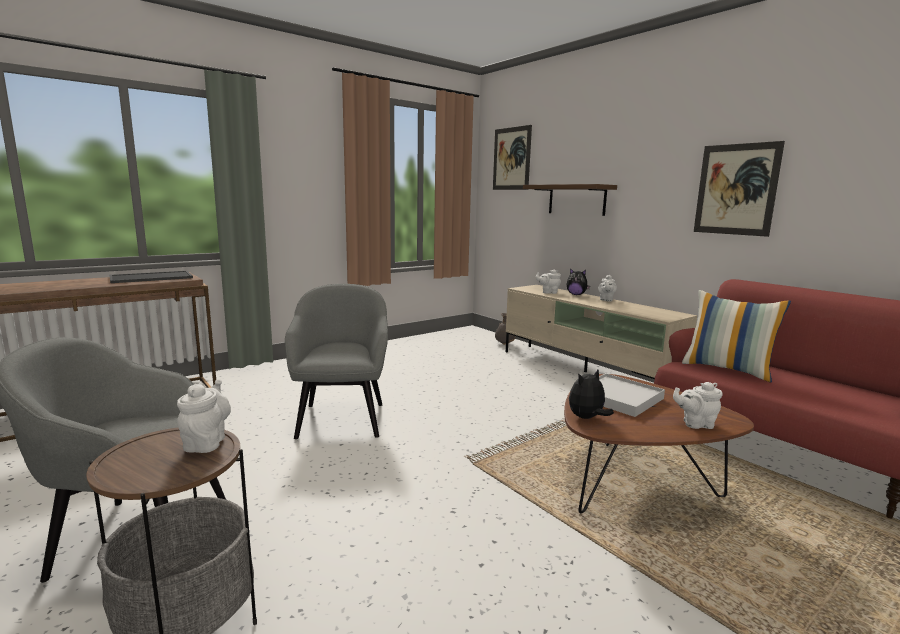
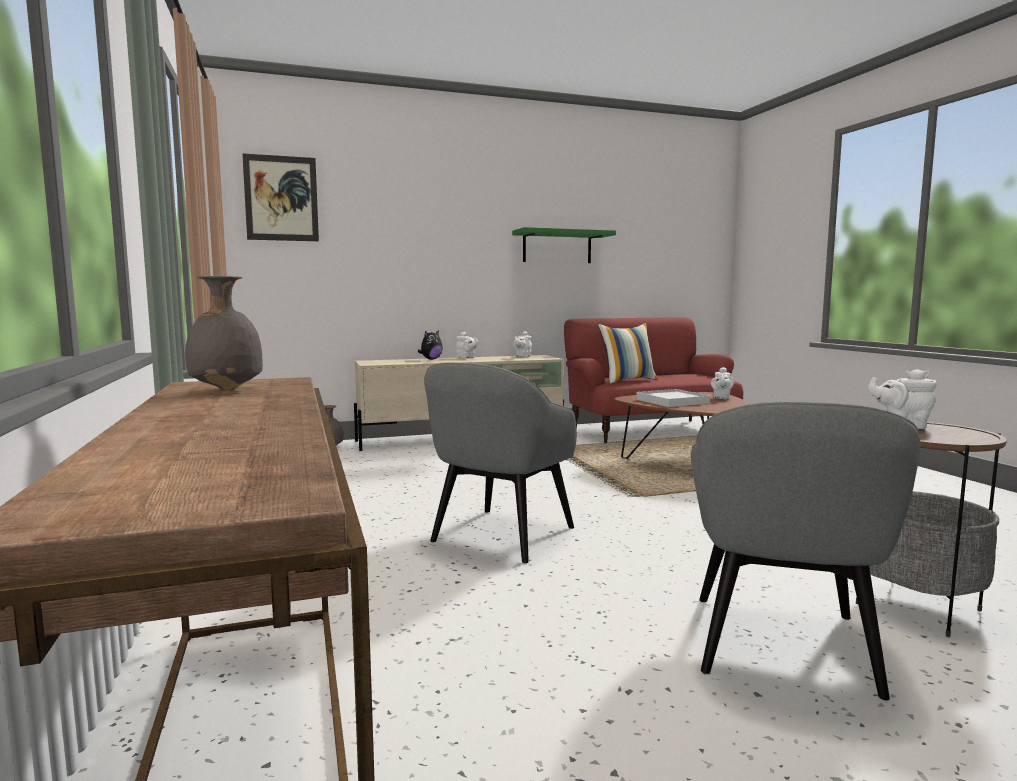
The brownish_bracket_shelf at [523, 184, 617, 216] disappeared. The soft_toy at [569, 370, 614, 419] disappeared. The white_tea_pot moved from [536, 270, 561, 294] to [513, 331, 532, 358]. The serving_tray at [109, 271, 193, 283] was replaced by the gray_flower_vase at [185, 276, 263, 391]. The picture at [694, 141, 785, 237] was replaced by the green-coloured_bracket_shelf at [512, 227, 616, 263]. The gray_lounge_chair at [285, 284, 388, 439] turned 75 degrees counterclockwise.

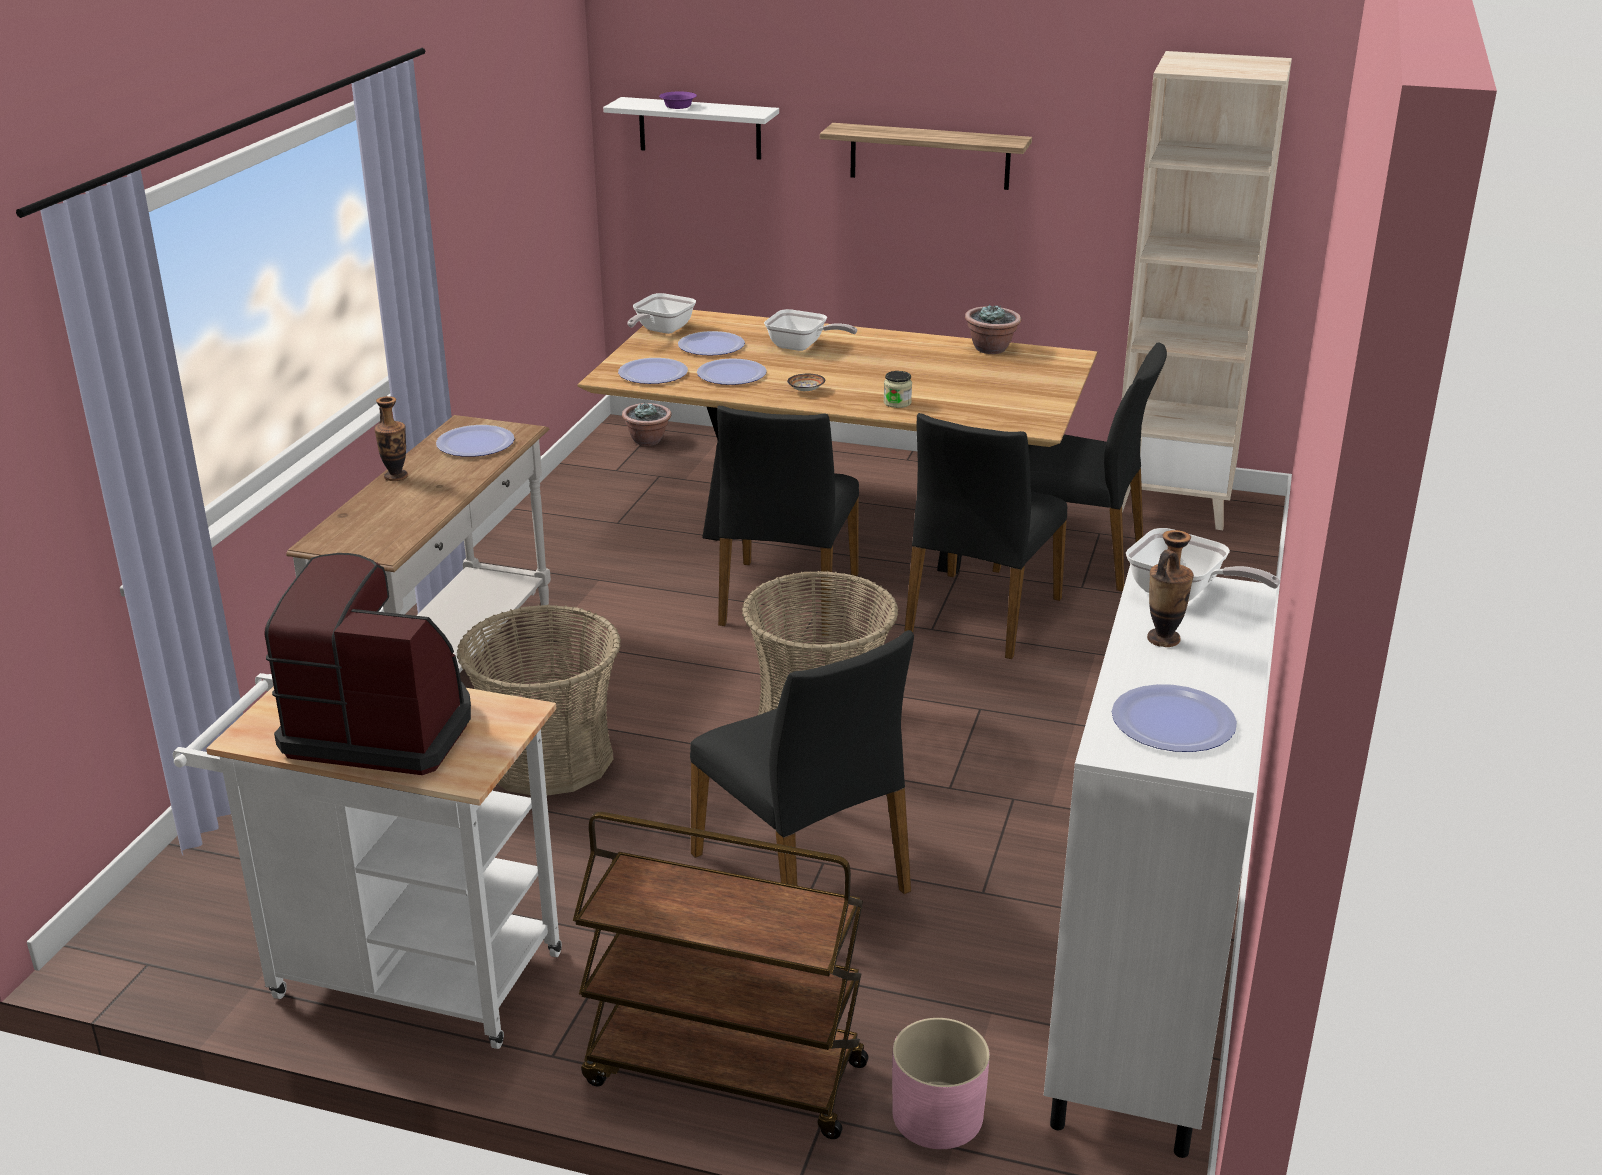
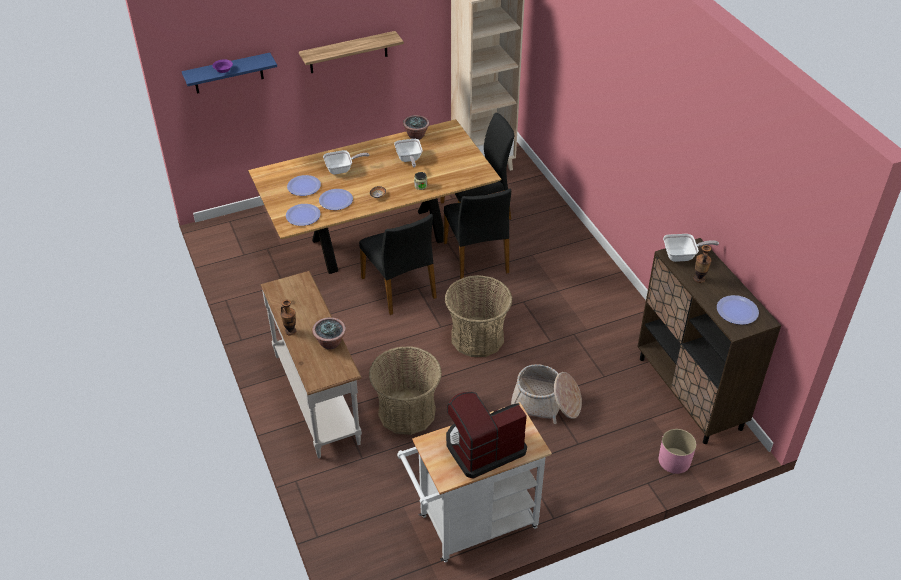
The dinner_plate at [436, 425, 515, 457] disappeared. The brownish_cart at [573, 812, 869, 1139] disappeared. The plant_in_a_pot moved from [622, 402, 671, 446] to [312, 317, 346, 350]. The skillet moved from [627, 293, 696, 334] to [394, 139, 423, 168]. The black-coloured_chair at [690, 630, 914, 894] was replaced by the basket at [511, 364, 582, 424]. The white_bracket_shelf at [603, 97, 779, 160] became the blue-coloured_bracket_shelf at [182, 53, 277, 94]. The white_cupboard at [1044, 566, 1277, 1158] became the brownish_cupboard at [637, 238, 781, 444].

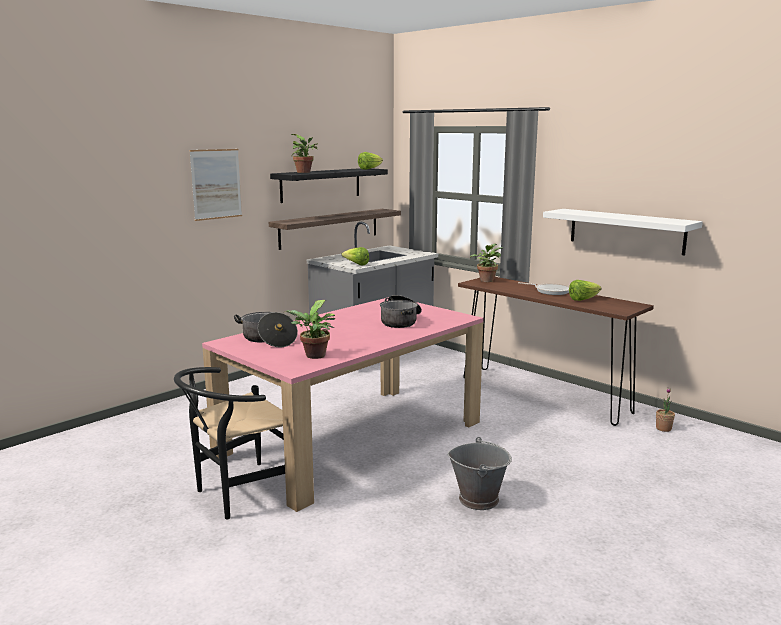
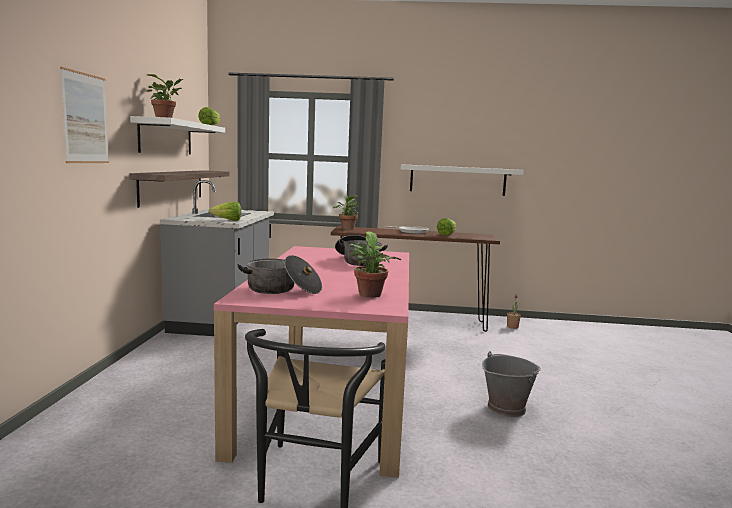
The black-coloured_bracket_shelf at [270, 168, 388, 203] became the white_bracket_shelf at [130, 116, 225, 155].

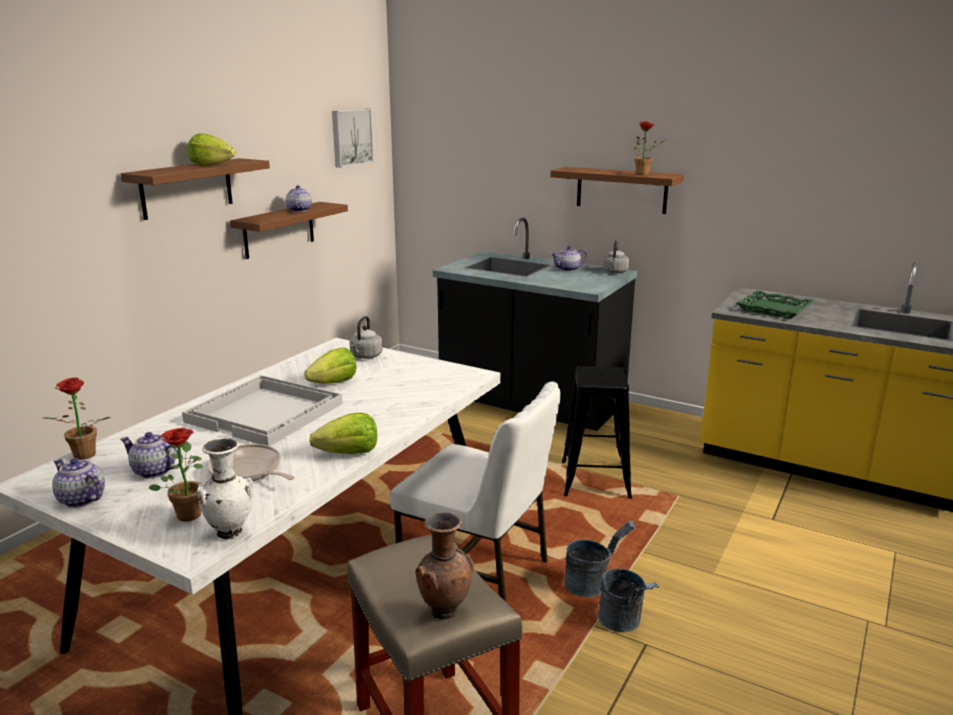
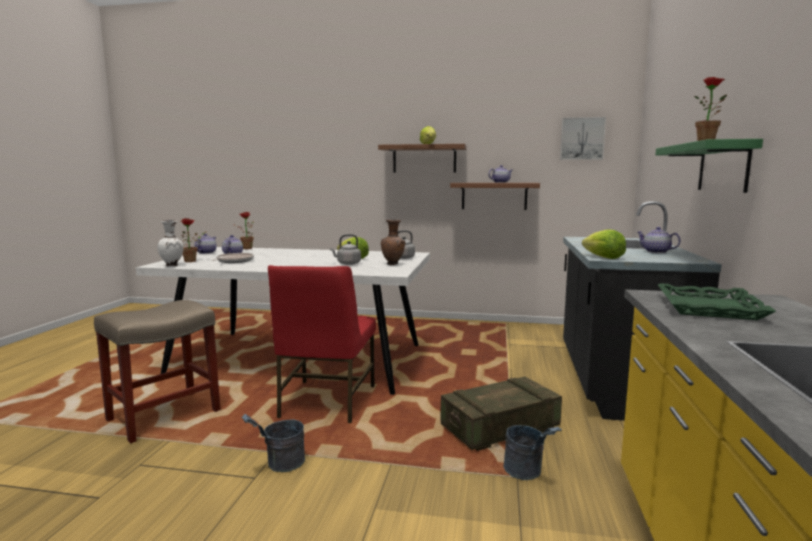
The white_serving_tray at [182, 375, 343, 446] disappeared. The lettuce moved from [309, 413, 377, 454] to [582, 229, 626, 259]. The brownish_flower_vase moved from [415, 512, 474, 619] to [381, 219, 405, 265]. The gray_water_bucket moved from [564, 521, 635, 597] to [503, 425, 562, 480]. The gray_tea_kettle moved from [602, 240, 629, 273] to [330, 234, 361, 265]. The black-coloured_sitting_stool at [562, 366, 632, 499] was replaced by the crate at [440, 377, 562, 451]. The white_chair at [390, 381, 561, 602] became the red-coloured_chair at [268, 265, 376, 423]. The brownish_bracket_shelf at [550, 167, 684, 214] became the green-coloured_bracket_shelf at [655, 139, 763, 193].

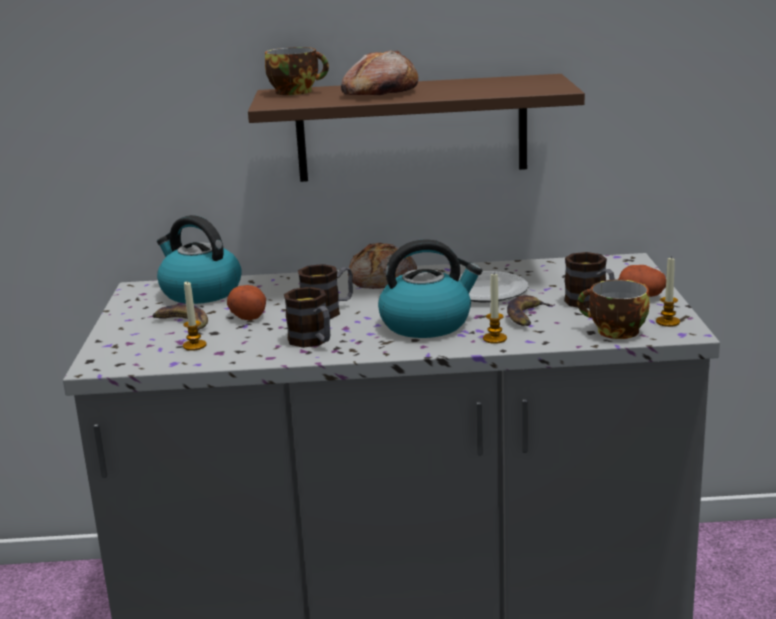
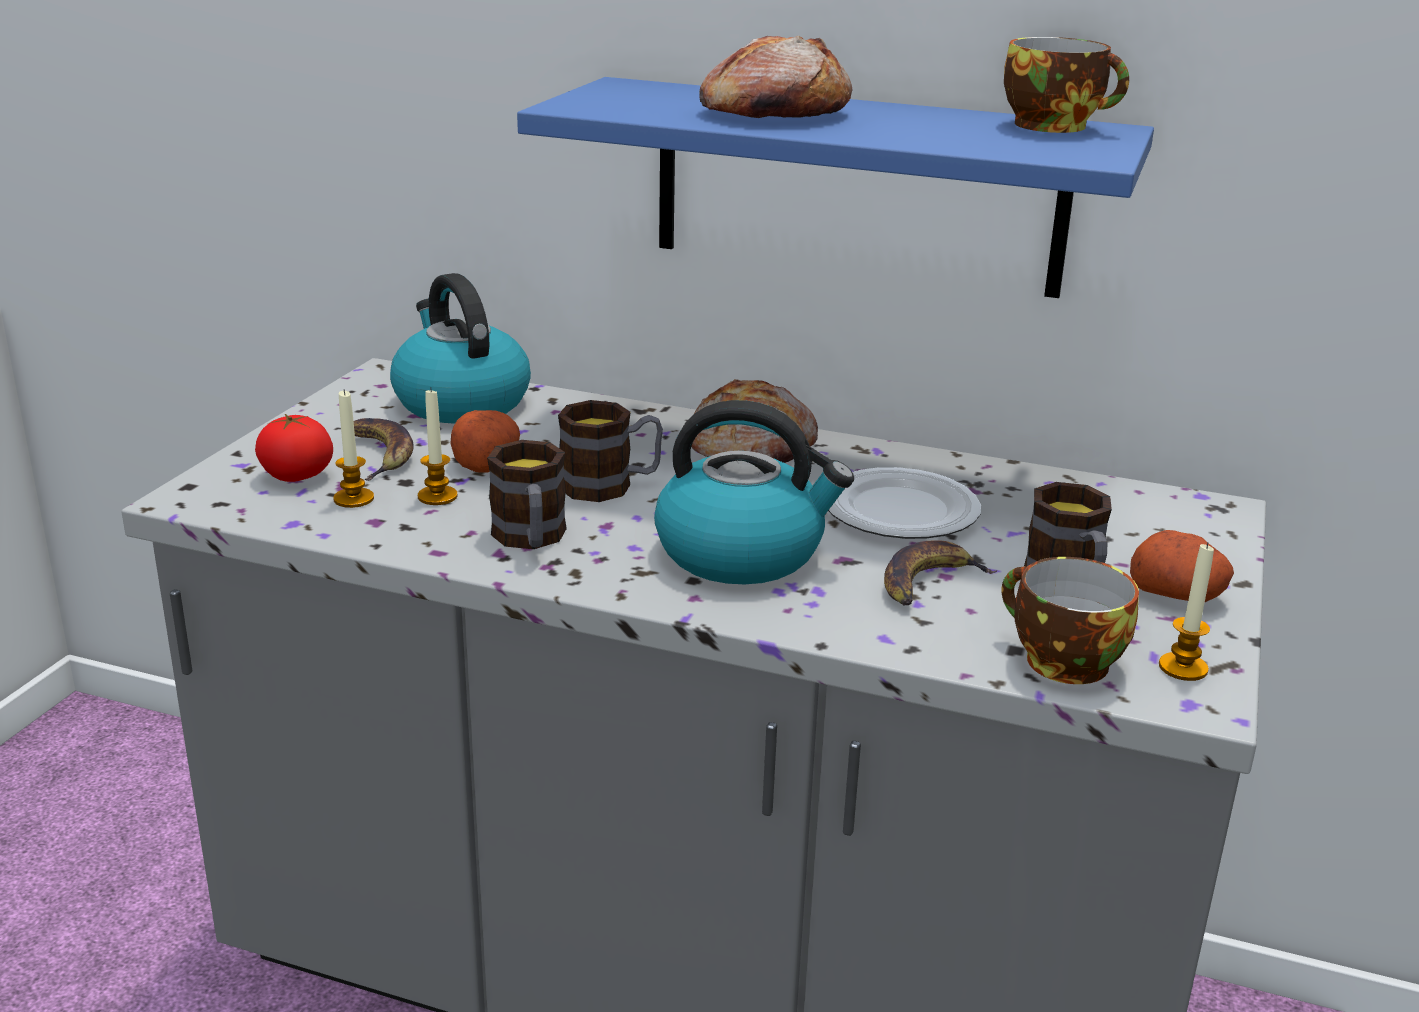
The tomato at [255, 414, 333, 482] appeared. The drinking_cup moved from [265, 47, 329, 95] to [1004, 37, 1129, 133]. The candle moved from [483, 274, 507, 344] to [418, 387, 457, 505]. The brownish_bracket_shelf at [248, 74, 585, 182] became the blue-coloured_bracket_shelf at [517, 77, 1154, 298].

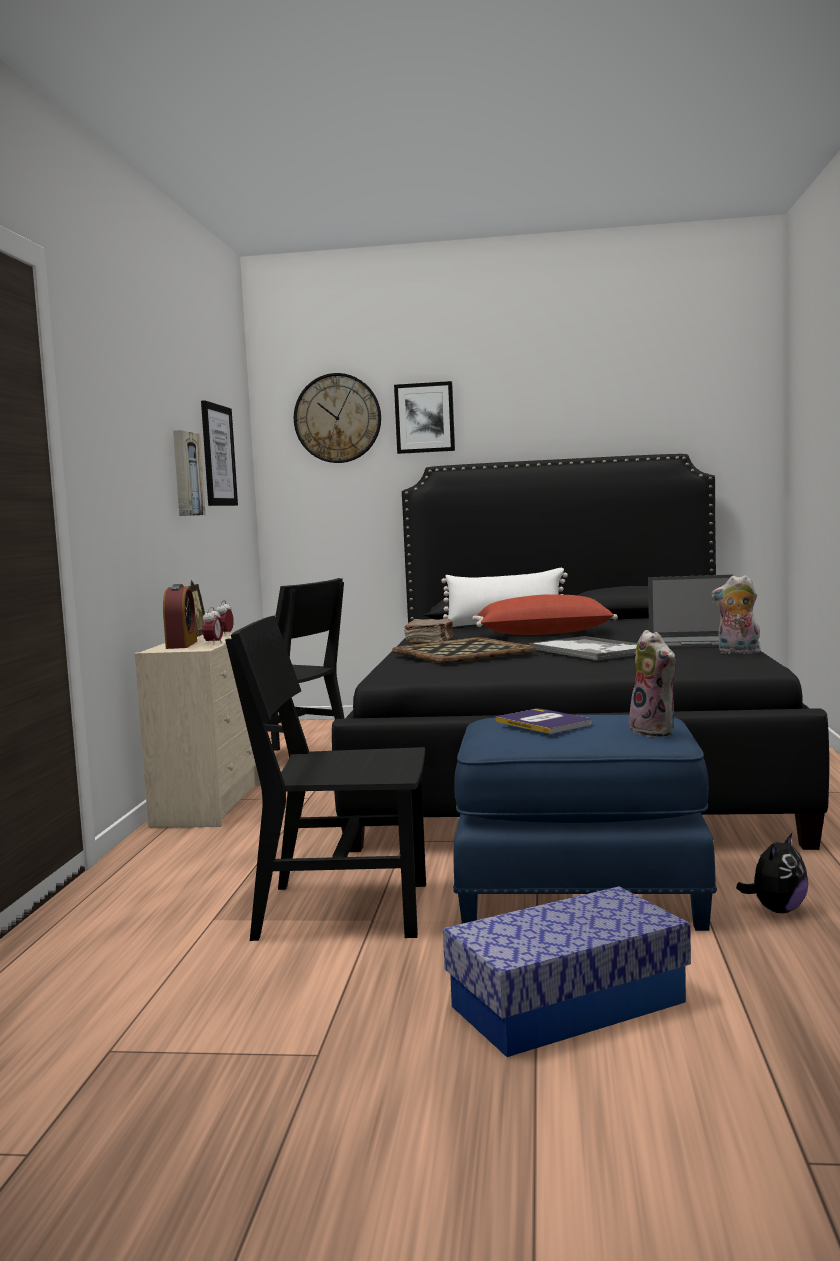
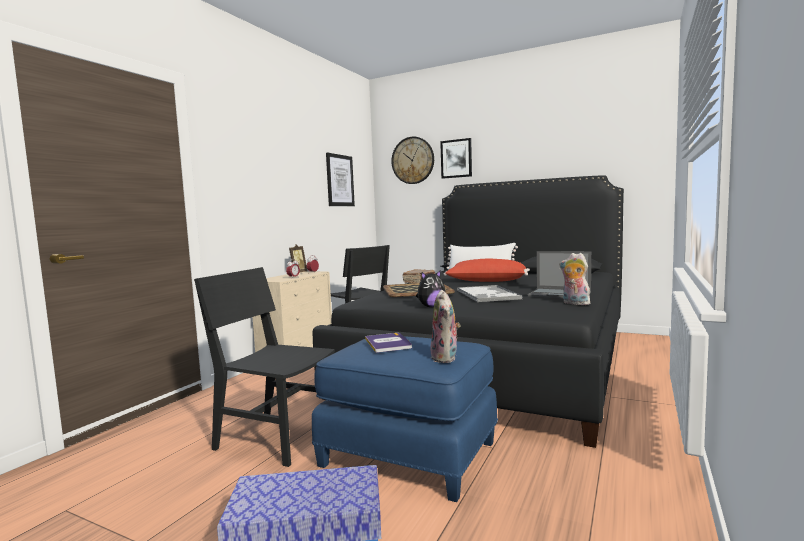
The table_clock at [163, 584, 197, 649] disappeared. The picture at [173, 430, 206, 516] disappeared. The soft_toy moved from [736, 833, 808, 913] to [416, 270, 445, 307].

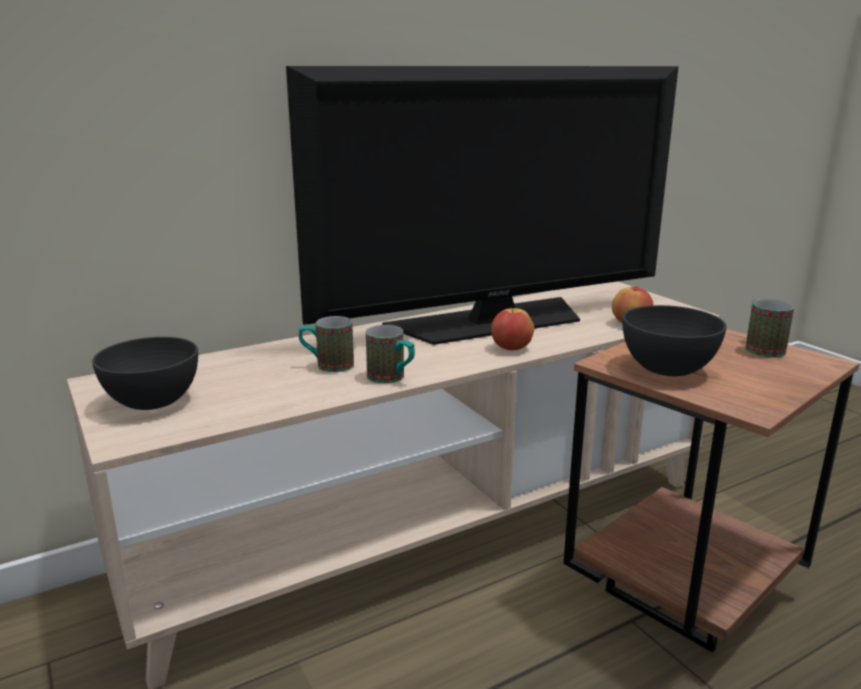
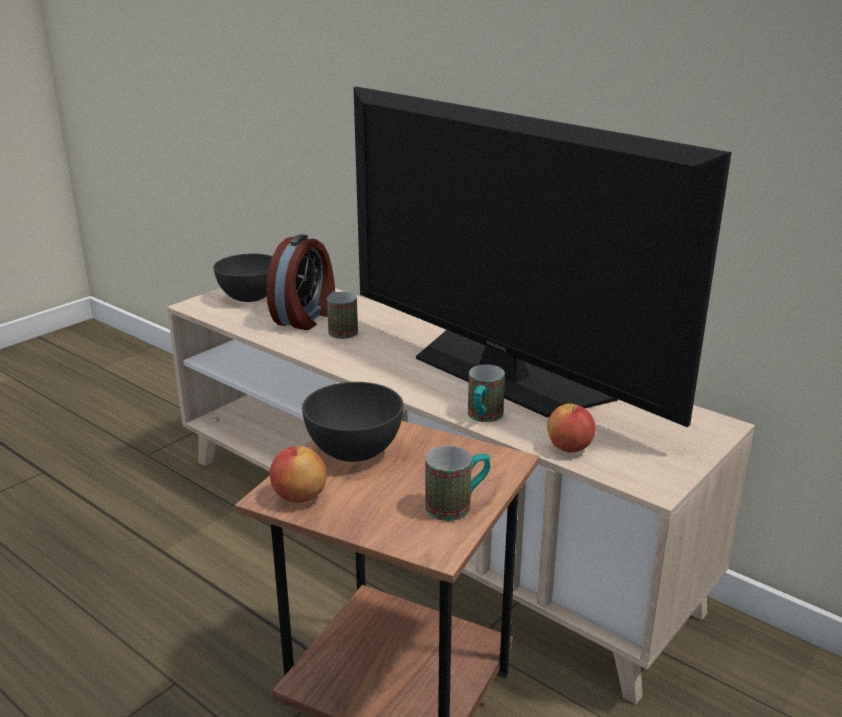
The table_clock at [266, 234, 335, 330] appeared. The tea_mug moved from [366, 325, 415, 383] to [468, 365, 505, 422]. The apple moved from [491, 308, 534, 350] to [269, 446, 327, 503].

